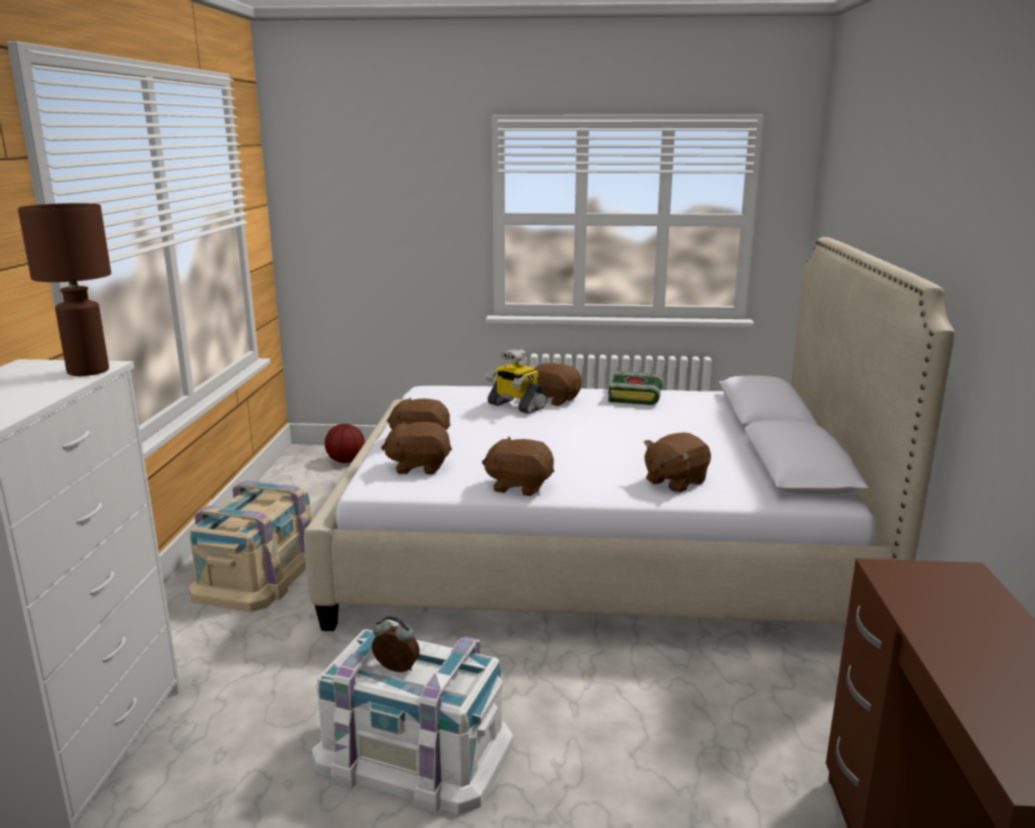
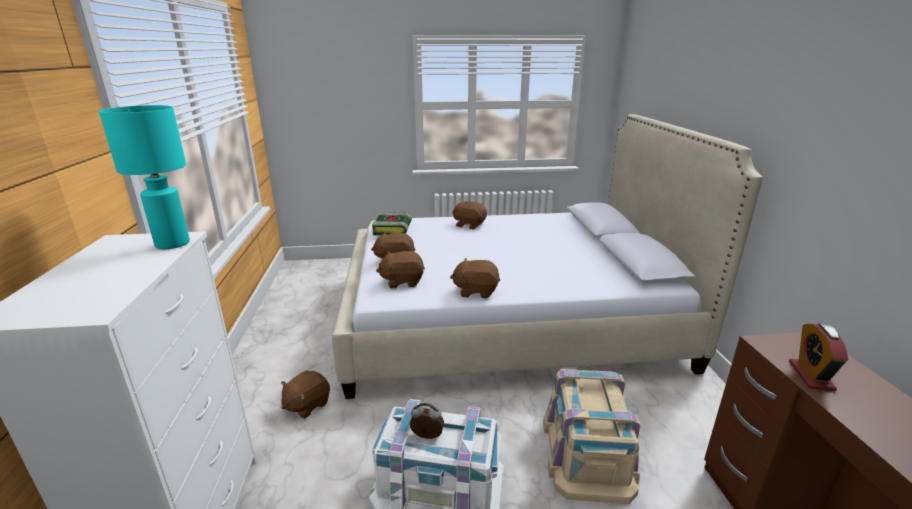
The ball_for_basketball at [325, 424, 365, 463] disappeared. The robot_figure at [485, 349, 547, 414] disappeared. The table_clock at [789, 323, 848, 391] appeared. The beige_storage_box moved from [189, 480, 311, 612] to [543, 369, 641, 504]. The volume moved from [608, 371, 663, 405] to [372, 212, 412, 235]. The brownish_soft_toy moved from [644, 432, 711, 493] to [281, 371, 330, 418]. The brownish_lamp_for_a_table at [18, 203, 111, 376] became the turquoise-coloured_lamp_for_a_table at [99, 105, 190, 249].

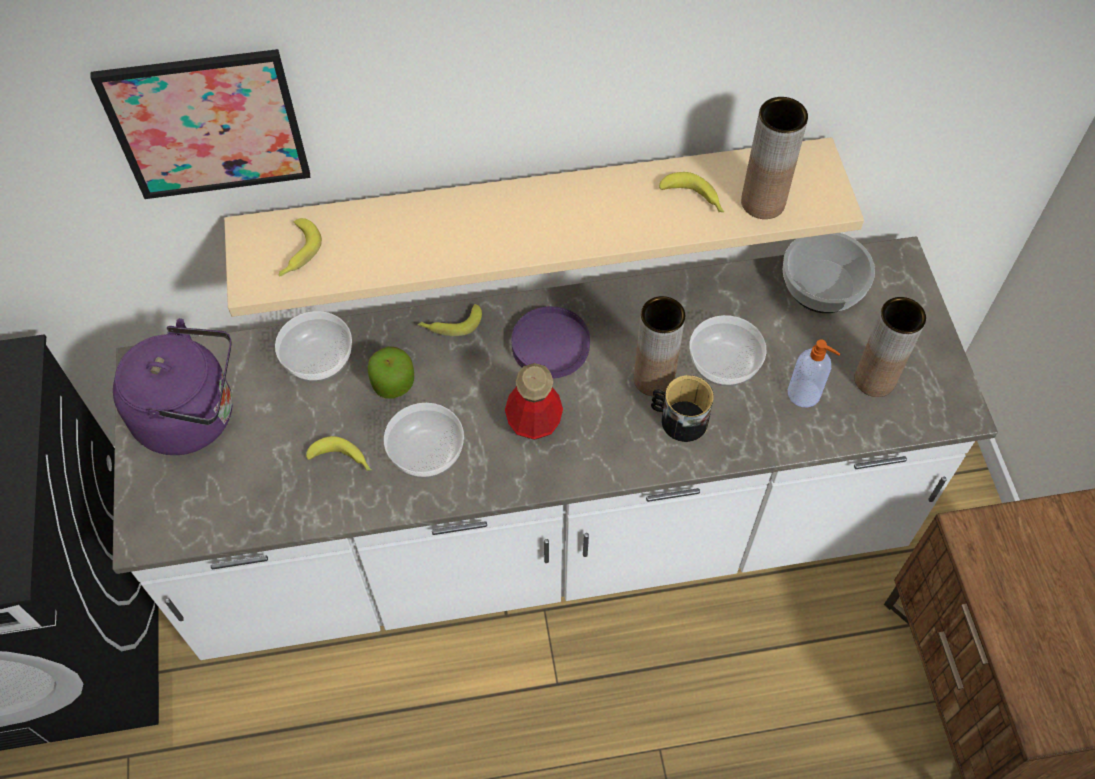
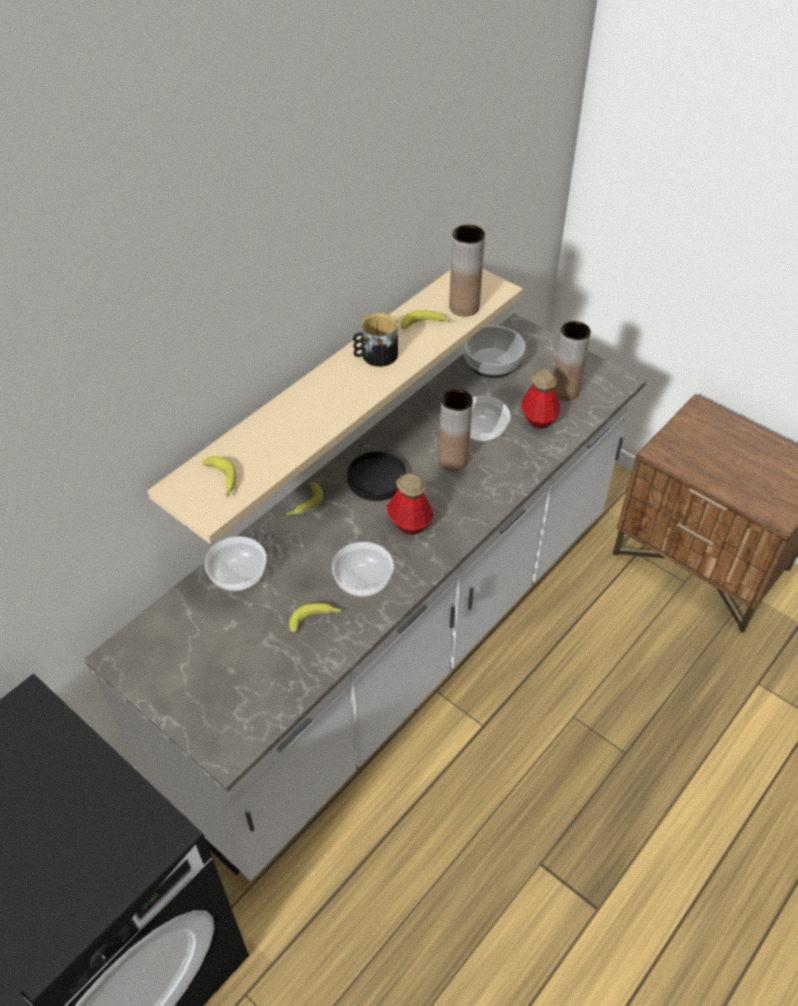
The picture at [90, 49, 310, 199] disappeared. The purple-coloured_tea_kettle at [113, 318, 233, 455] disappeared. The apple at [368, 346, 414, 399] disappeared. The tea_mug moved from [651, 375, 714, 442] to [353, 313, 398, 367]. The soap_bottle at [788, 340, 840, 407] was replaced by the beverage_bottle at [521, 370, 561, 429]. The purple-coloured_dinner_plate at [511, 306, 590, 379] became the black-coloured_dinner_plate at [347, 452, 406, 501].

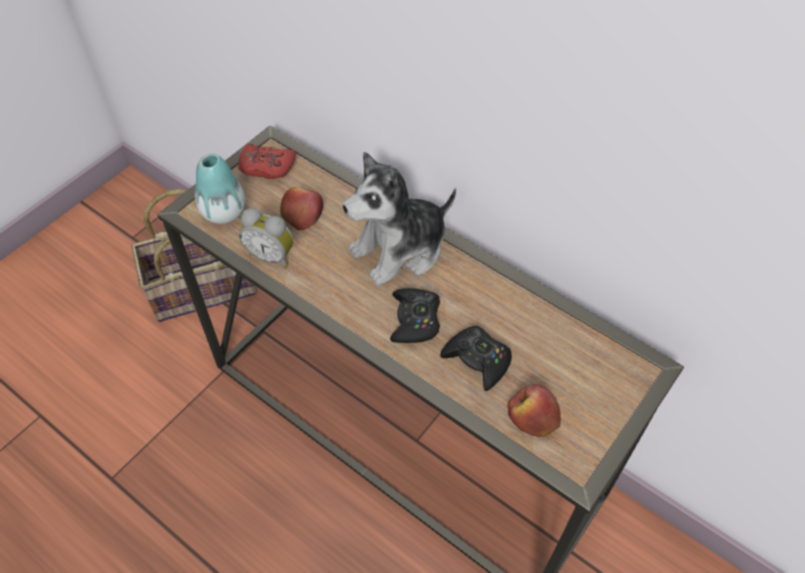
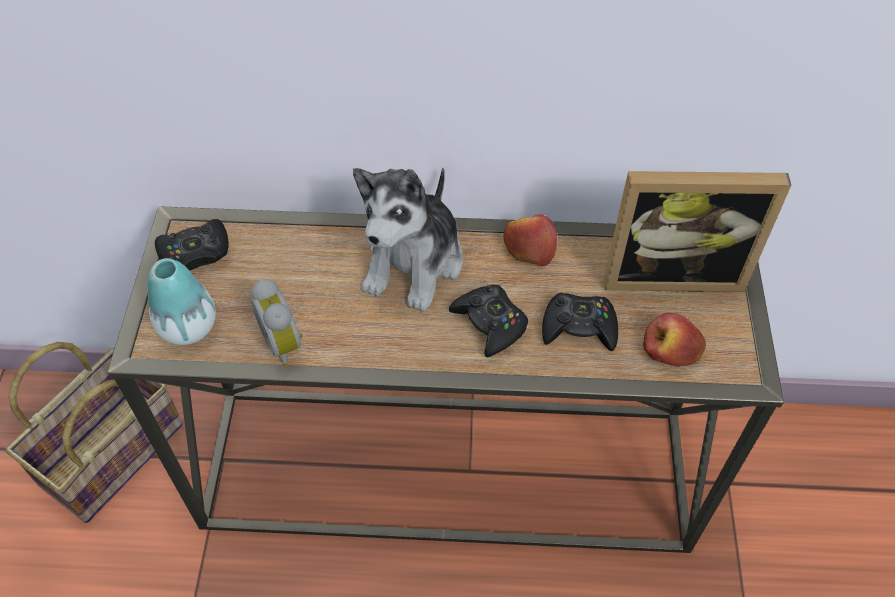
The standing_frame at [604, 171, 791, 292] appeared. The apple moved from [280, 187, 323, 230] to [503, 214, 557, 266]. The red-coloured_gamepad at [238, 144, 296, 179] became the black-coloured_gamepad at [155, 219, 228, 271]. The table_clock at [239, 208, 294, 268] turned 75 degrees clockwise.

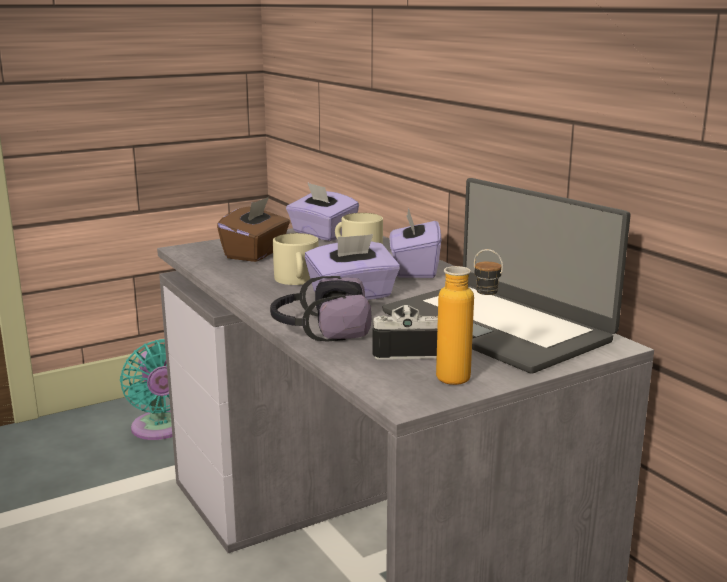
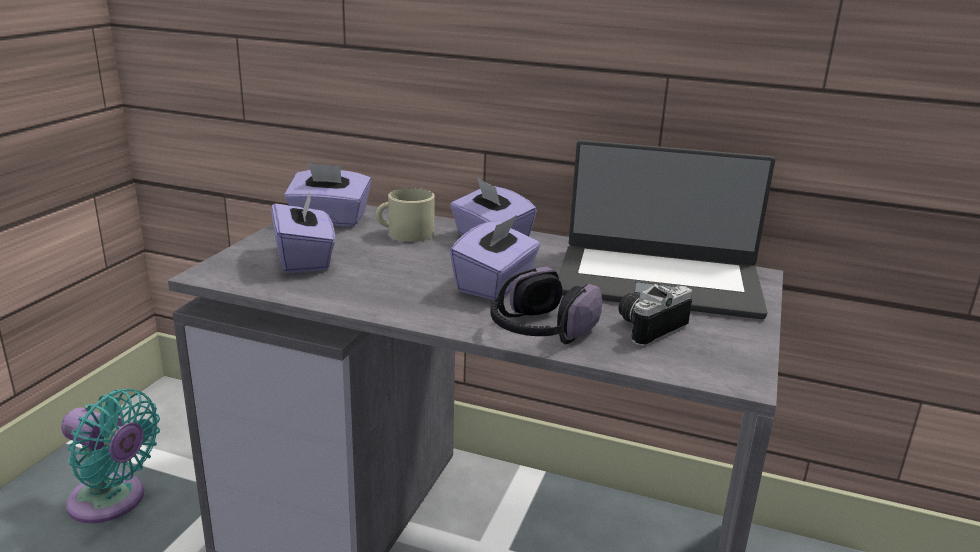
The beige_tea_mug at [273, 233, 318, 285] disappeared. The beverage_bottle at [436, 249, 503, 385] disappeared. The brownish_box_of_tissues at [217, 197, 290, 262] became the purple-coloured_box_of_tissues at [271, 191, 335, 273].

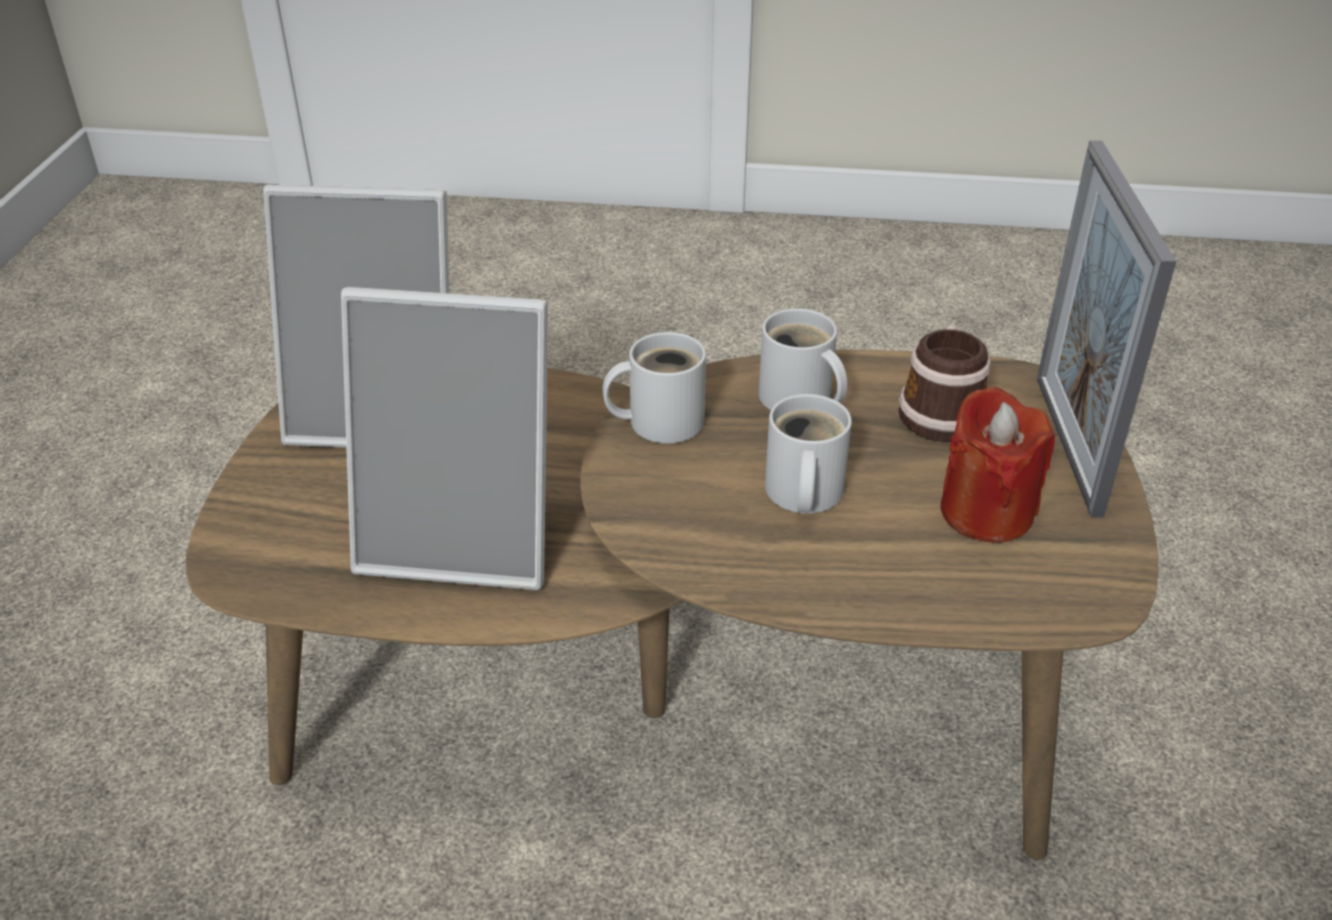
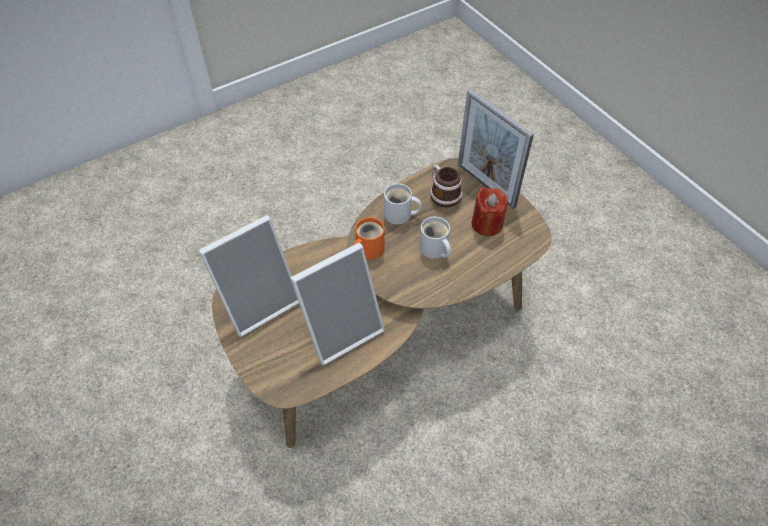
The white_tea_mug at [602, 332, 706, 444] became the orange-coloured_tea_mug at [354, 217, 385, 259].

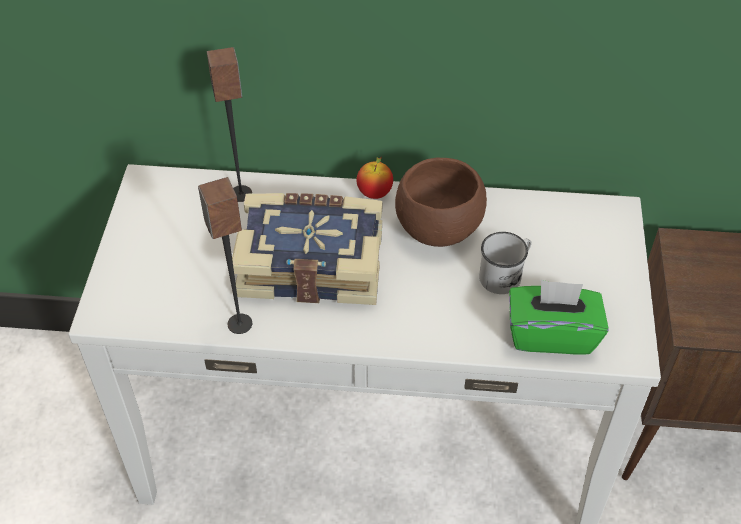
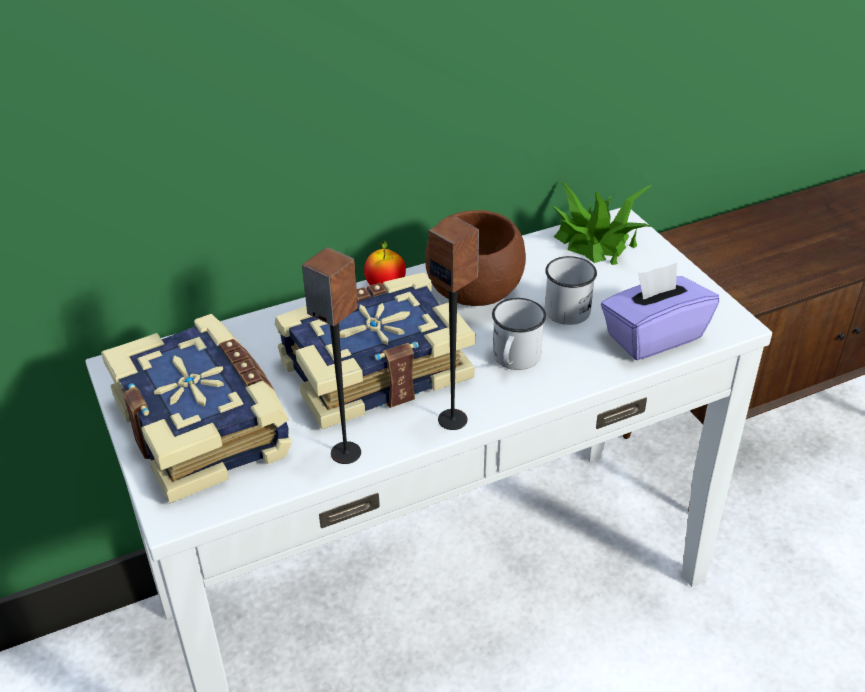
The volume at [101, 314, 292, 503] appeared. The white_tea_mug at [492, 298, 546, 370] appeared. The plant_in_a_pot at [550, 181, 652, 265] appeared. The loudspeaker moved from [207, 47, 252, 202] to [428, 216, 479, 430]. The green-coloured_box_of_tissues at [509, 280, 609, 355] became the purple-coloured_box_of_tissues at [601, 263, 720, 360].

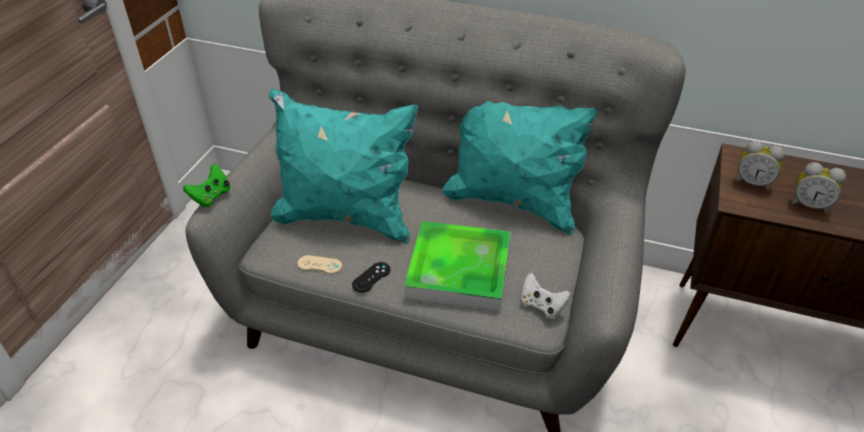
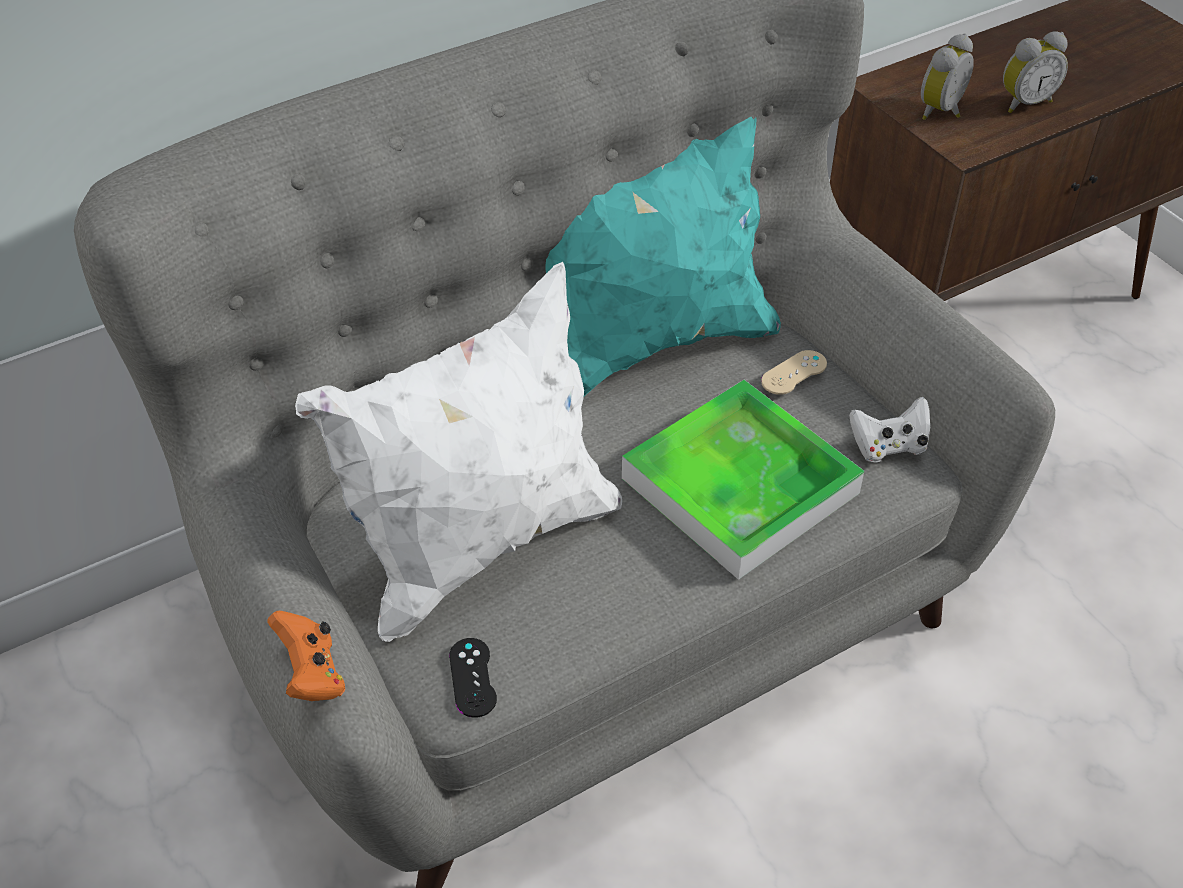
The beige_gamepad moved from [297, 255, 342, 274] to [761, 350, 827, 395]. The black-coloured_gamepad moved from [352, 262, 390, 293] to [449, 638, 497, 718]. The green-coloured_gamepad at [183, 164, 230, 207] became the orange-coloured_gamepad at [267, 611, 345, 701]. The turquoise-coloured_pillow at [268, 89, 418, 244] became the white_pillow at [295, 262, 622, 642]. The table_clock at [735, 140, 785, 192] turned 150 degrees clockwise.

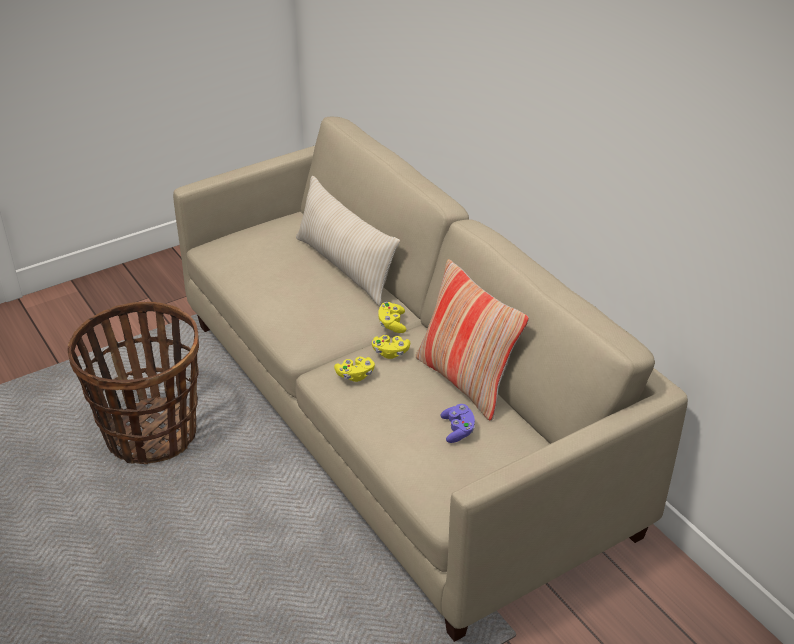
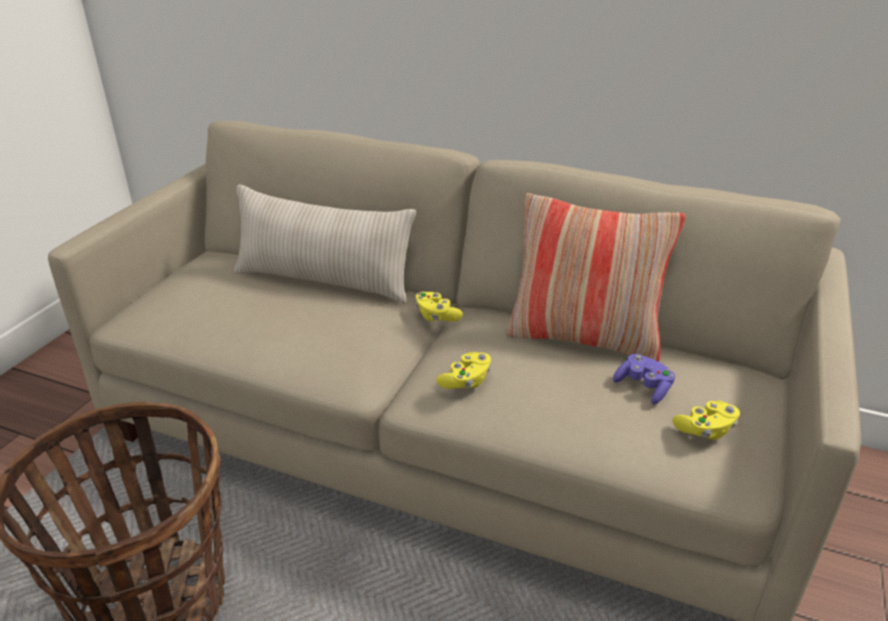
The yellowish_gamepad moved from [372, 335, 410, 359] to [673, 401, 740, 440].

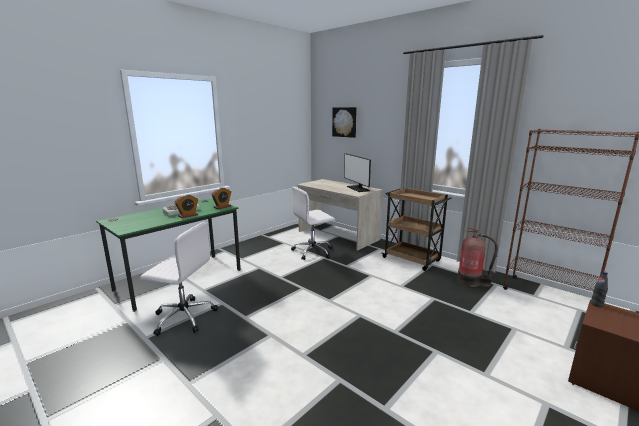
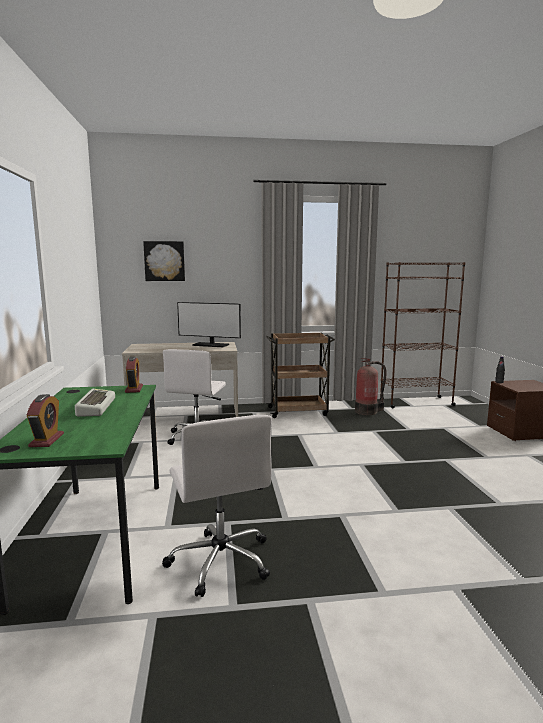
The table_clock moved from [175, 194, 198, 218] to [27, 394, 64, 447]. The white_computer_chair at [140, 222, 218, 336] turned 105 degrees clockwise.

